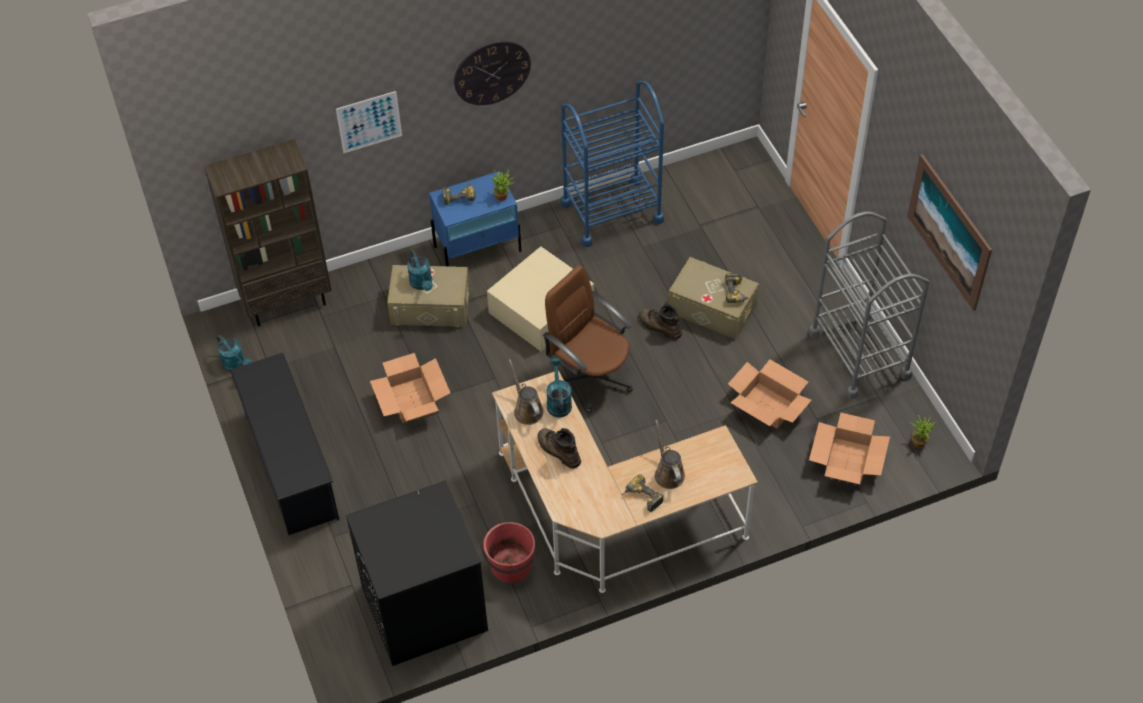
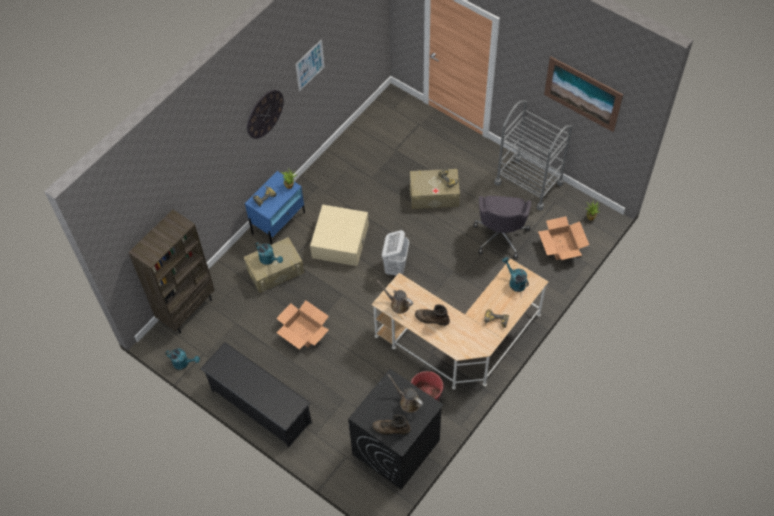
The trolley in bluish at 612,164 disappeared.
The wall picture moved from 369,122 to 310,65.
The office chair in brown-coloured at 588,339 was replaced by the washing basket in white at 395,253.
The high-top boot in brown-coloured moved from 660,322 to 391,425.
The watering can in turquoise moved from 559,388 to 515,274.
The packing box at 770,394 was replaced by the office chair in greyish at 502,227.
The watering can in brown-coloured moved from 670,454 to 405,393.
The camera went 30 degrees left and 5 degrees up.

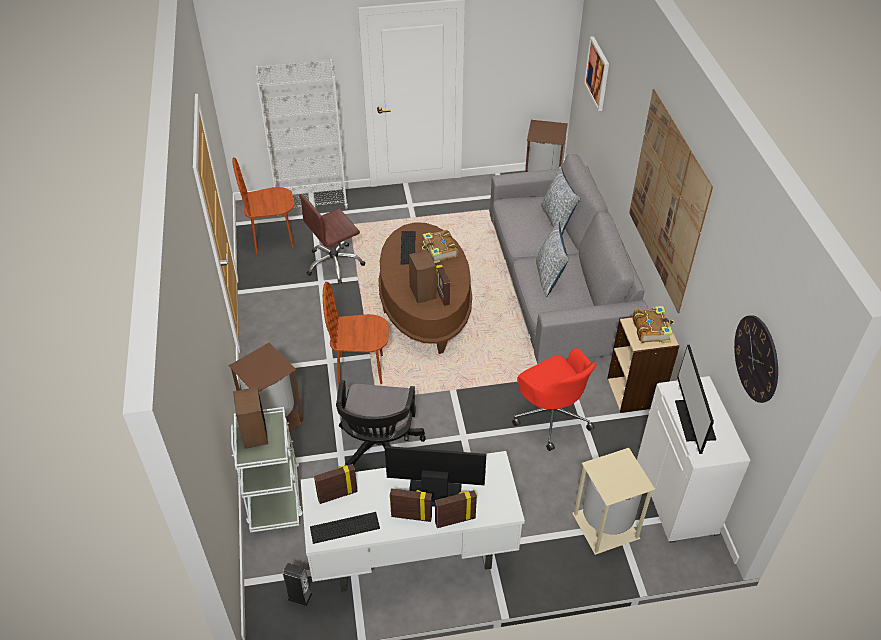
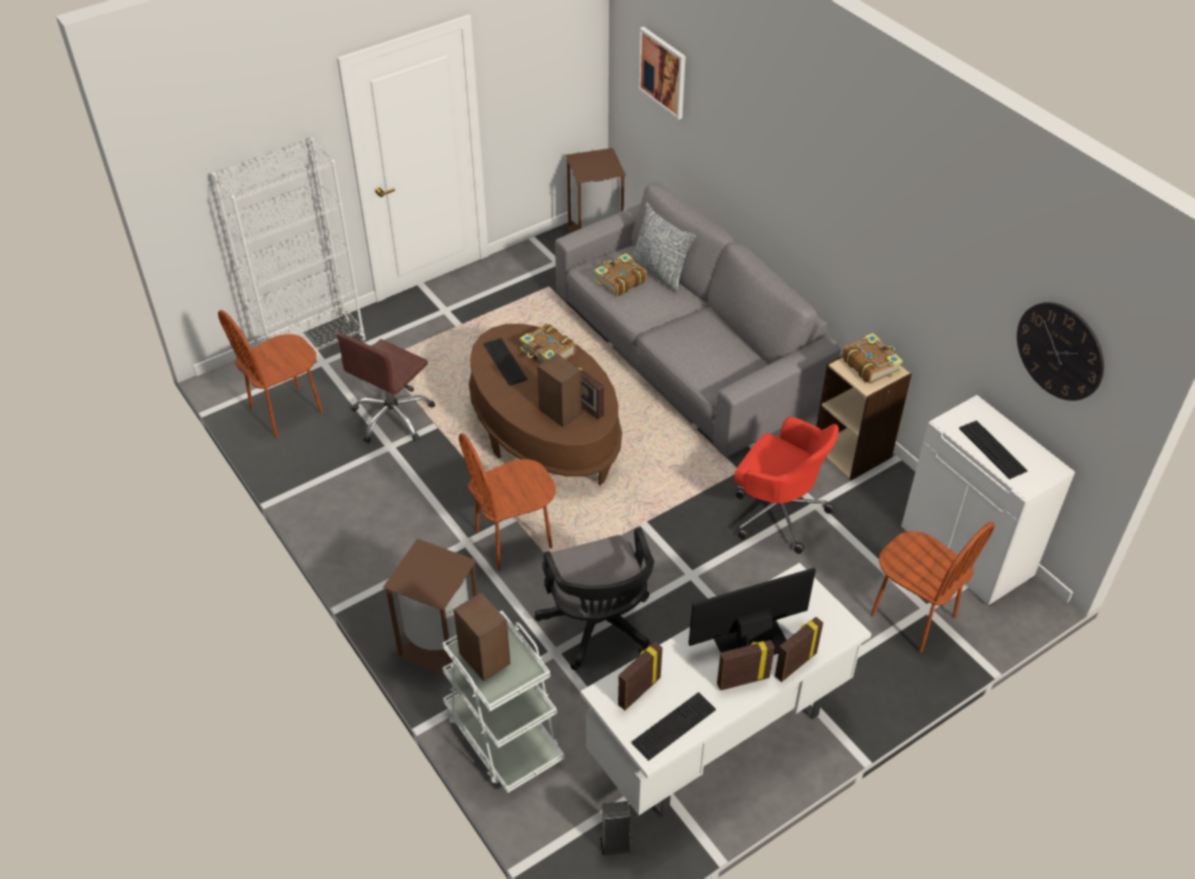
The wall picture at 671,201 disappeared.
The pillow at 552,259 disappeared.
The monitor at 695,399 was replaced by the keyboard at 993,449.
The rubbish bin in sand-coloured at 613,501 was replaced by the upright chair in brown-coloured at 933,587.
The volume at 620,274 appeared.
The camera went 25 degrees left and 0 degrees up.

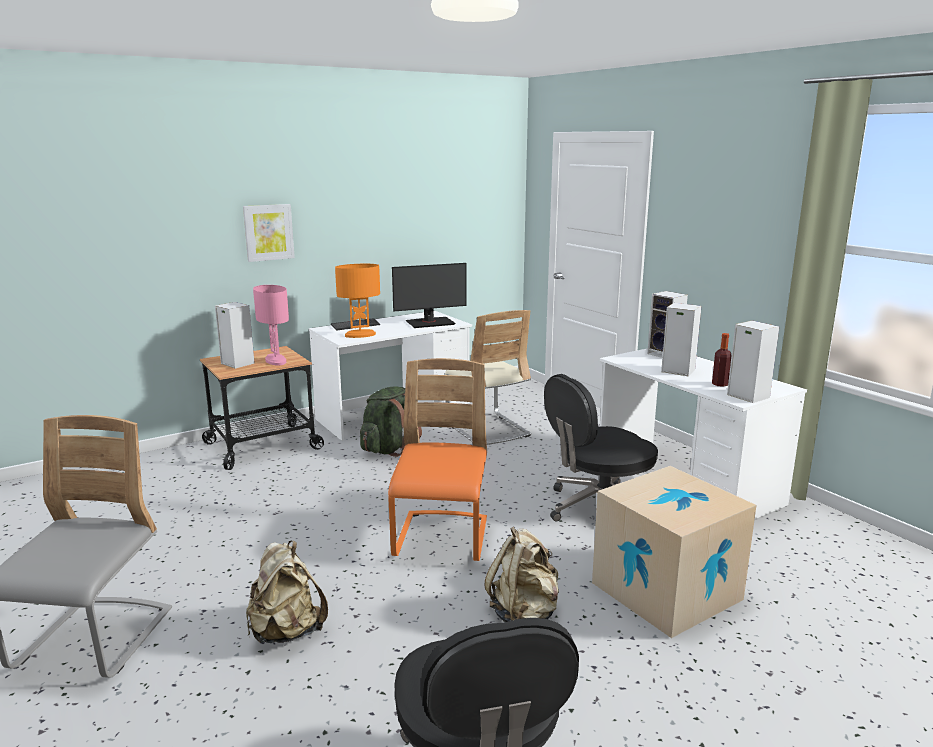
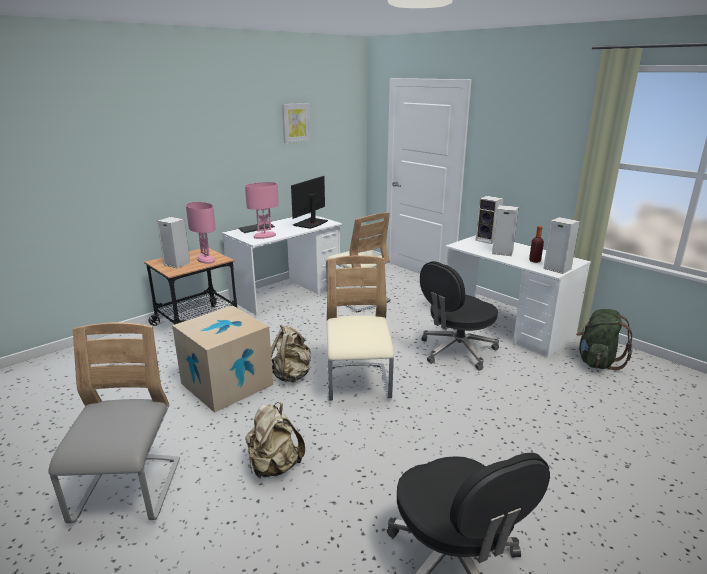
The wall picture moved from 269,233 to 296,123.
The monitor at 429,295 turned 150 degrees clockwise.
The lamp for a table in orange-coloured at 357,301 became the lamp for a table in pinkish at 262,210.
The upright chair in orange-coloured at 437,459 became the upright chair in sand-coloured at 360,328.
The backpack in green moved from 391,421 to 604,339.
The packing box moved from 674,552 to 222,359.
The backpack in sand-coloured moved from 522,574 to 291,353.
The camera went 10 degrees left and 5 degrees up.

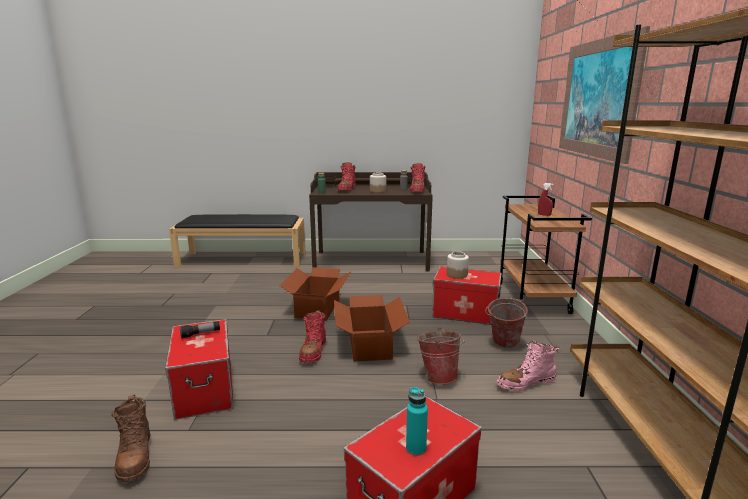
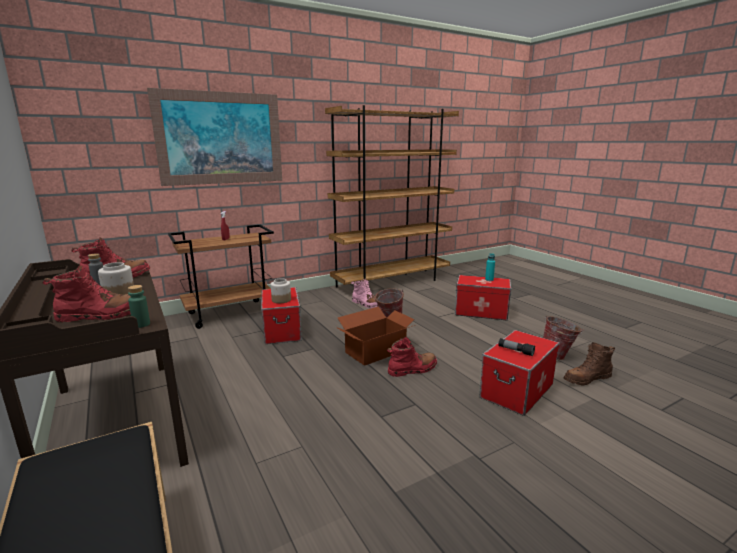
The packing box at 315,294 disappeared.
The water bucket moved from 506,323 to 563,337.
The high-top boot in brown-coloured at 131,438 turned 150 degrees counterclockwise.
The camera went 120 degrees left and 0 degrees up.

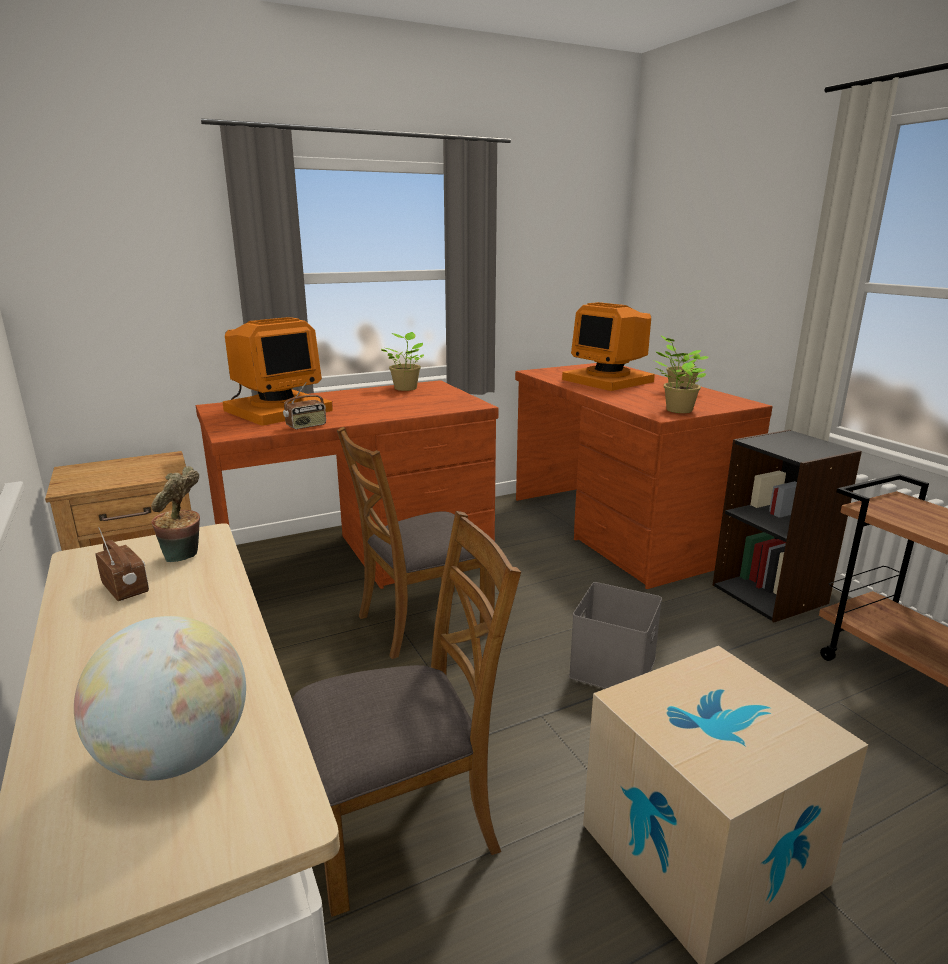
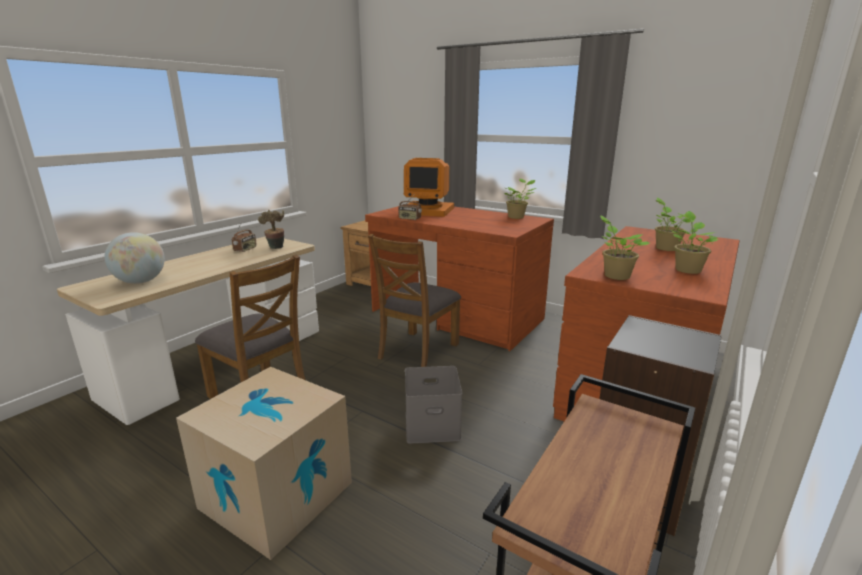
The monitor at 608,346 was replaced by the plant in a pot at 675,224.
The upright chair in brown-coloured at 416,543 turned 90 degrees counterclockwise.
The camera went 60 degrees right and 0 degrees up.

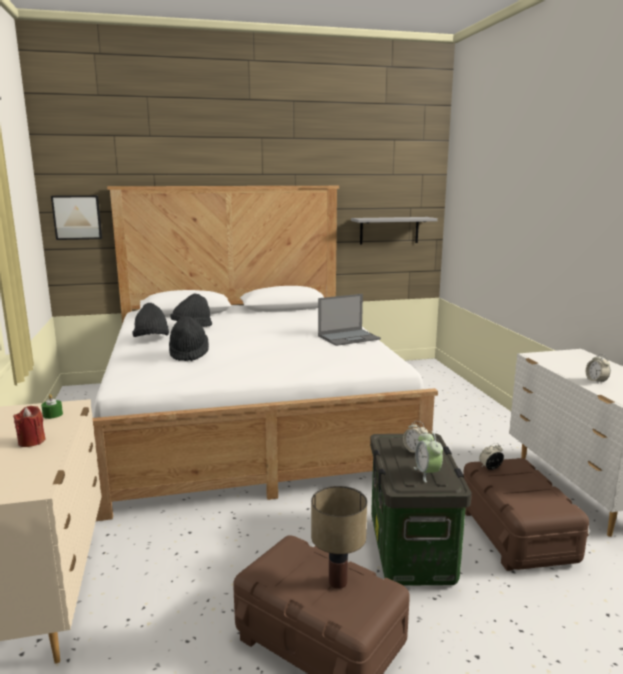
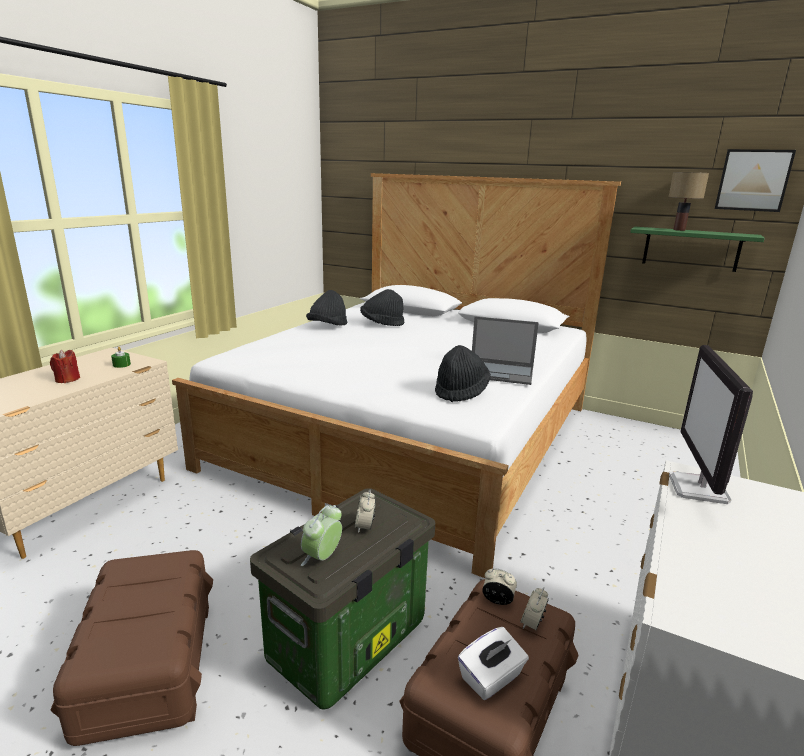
The wall picture moved from 76,217 to 755,180.
The wall shelf in greyish at 394,231 became the wall shelf in green at 697,249.
The wearable hat in blackish moved from 189,338 to 463,373.
The table clock moved from 598,369 to 534,608.
The lamp for a table moved from 339,537 to 689,201.
The monitor at 711,424 appeared.
The tissue box in white at 493,663 appeared.
The camera went 40 degrees right and 5 degrees up.

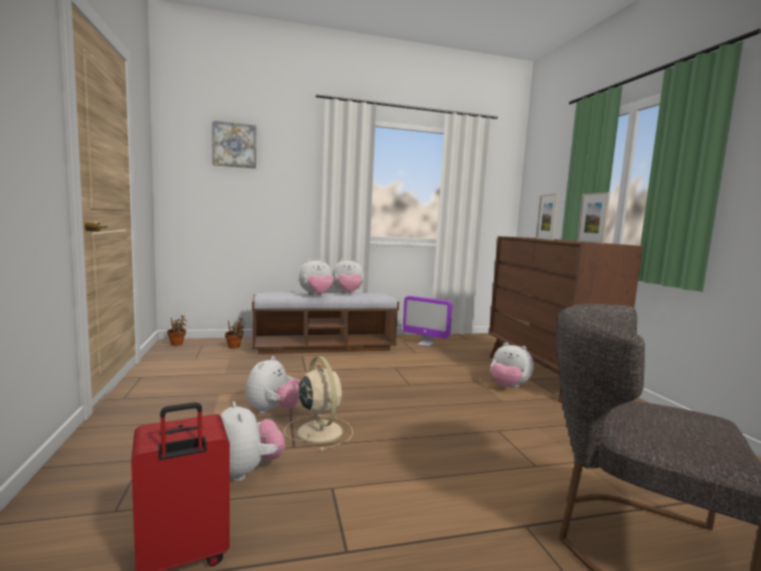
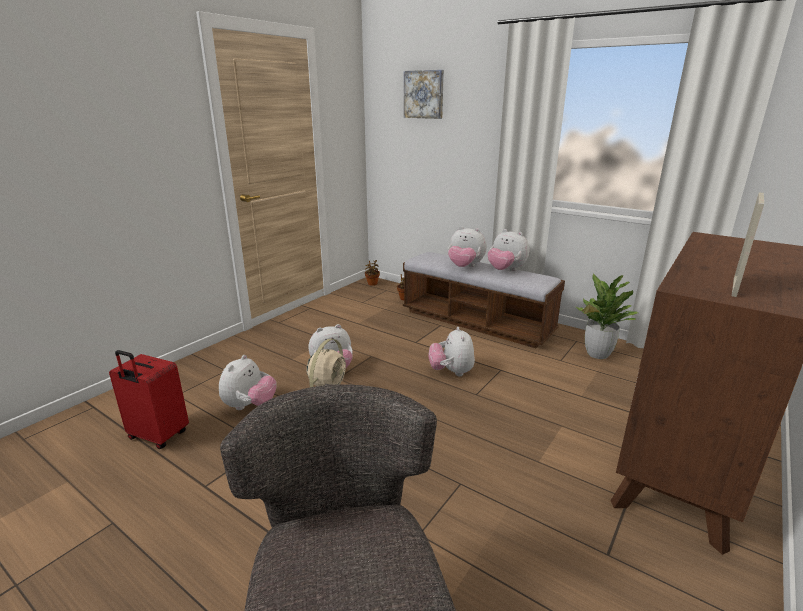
The standing frame at 547,216 disappeared.
The monitor at 427,321 was replaced by the plant in a pot at 607,316.
The cuddly toy moved from 512,364 to 451,351.
The camera went 50 degrees right and 15 degrees up.

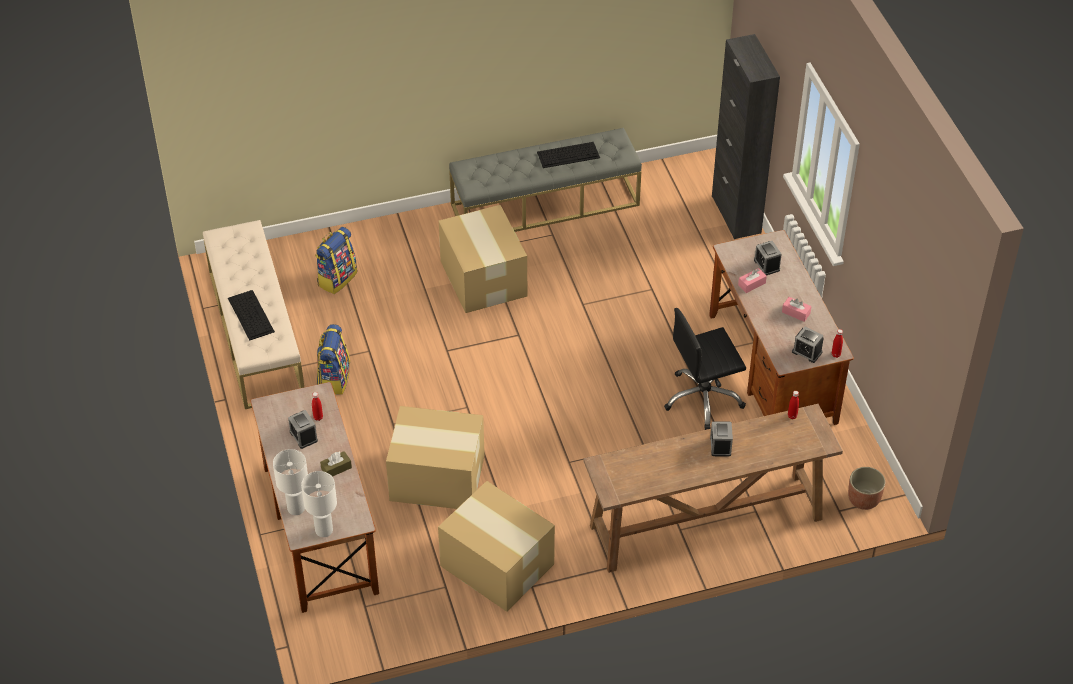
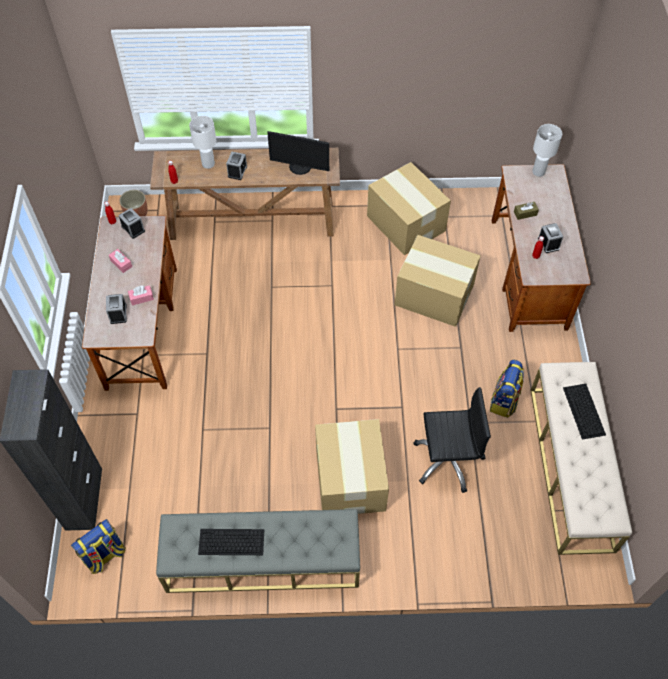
The backpack moved from 336,260 to 98,546.
The office chair in blackish moved from 705,369 to 452,440.
The lamp for a table in white moved from 290,482 to 202,142.
The monitor at 298,153 appeared.
The camera went 165 degrees left and 10 degrees up.

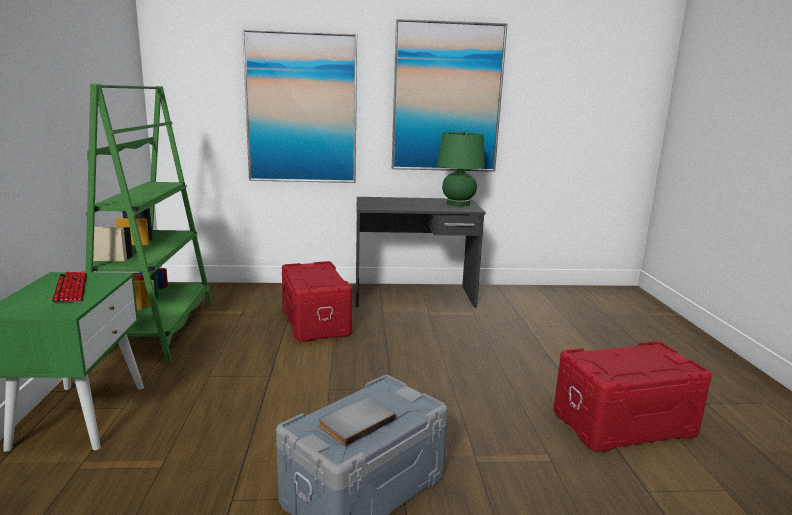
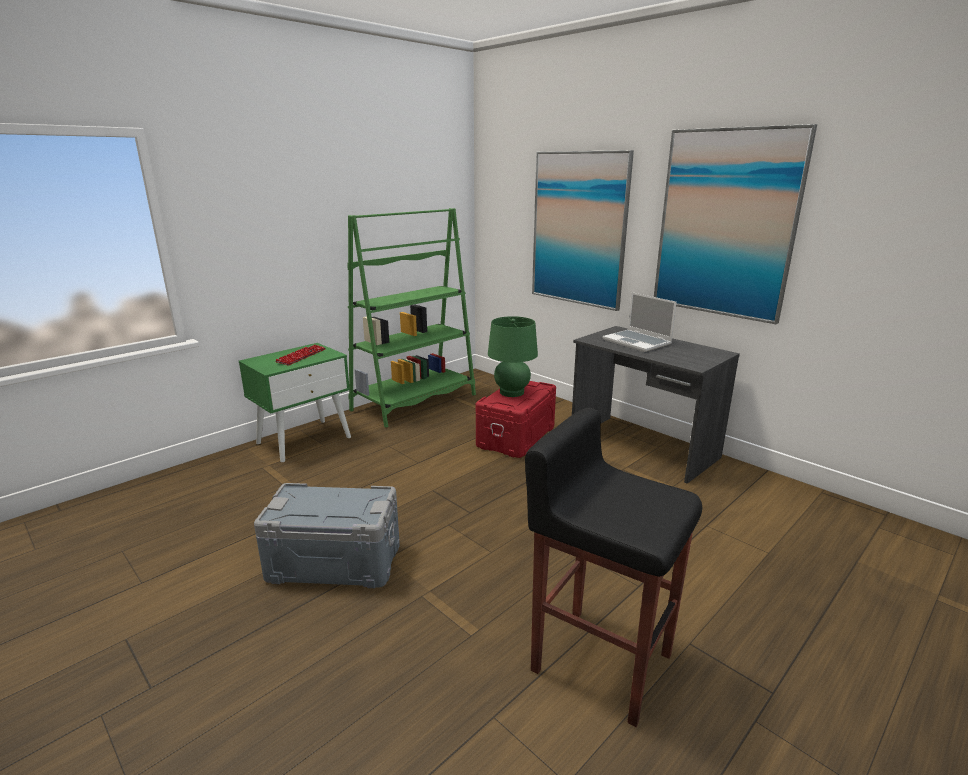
The lamp for a table in green moved from 461,168 to 513,356.
The storage bin in reddish at 632,396 was replaced by the stool seat in blackish at 613,567.
The volume in greyish at 357,421 disappeared.
The notebook computer at 639,322 appeared.
The camera went 50 degrees right and 5 degrees up.

